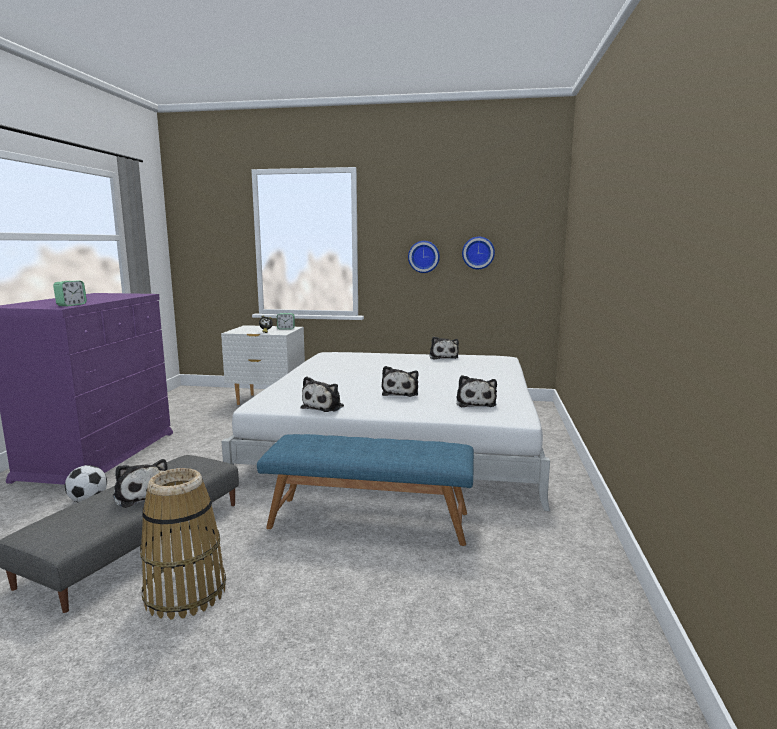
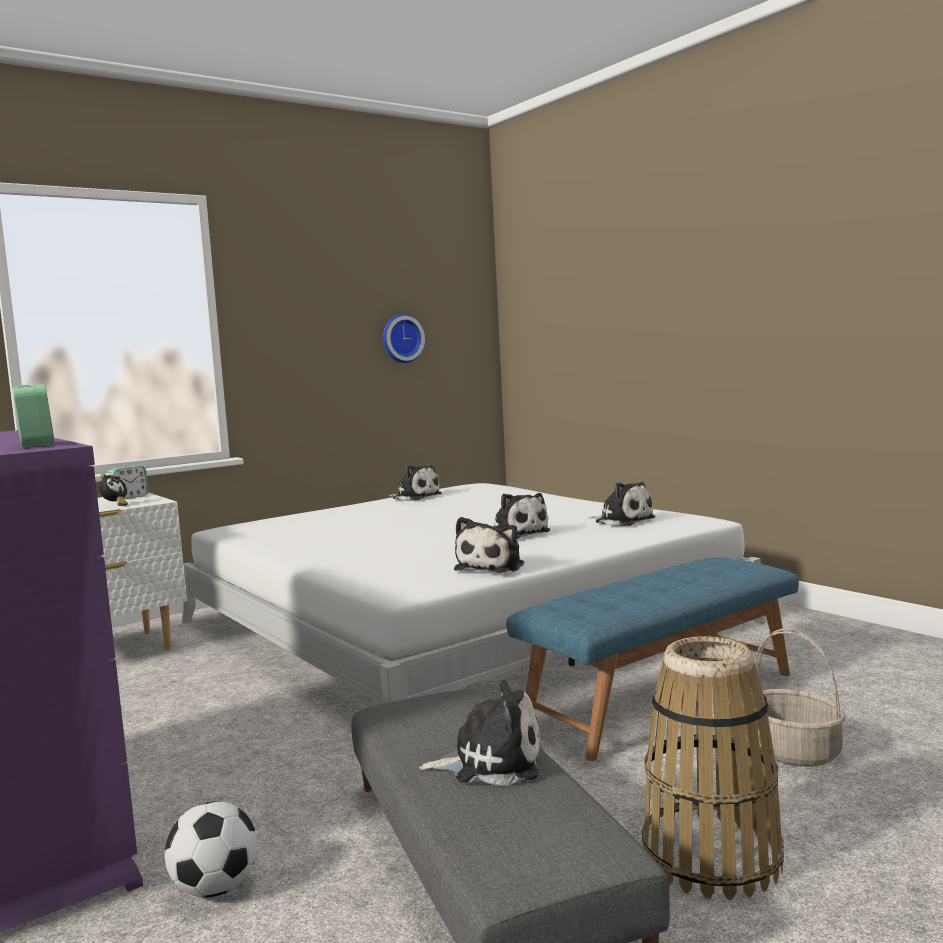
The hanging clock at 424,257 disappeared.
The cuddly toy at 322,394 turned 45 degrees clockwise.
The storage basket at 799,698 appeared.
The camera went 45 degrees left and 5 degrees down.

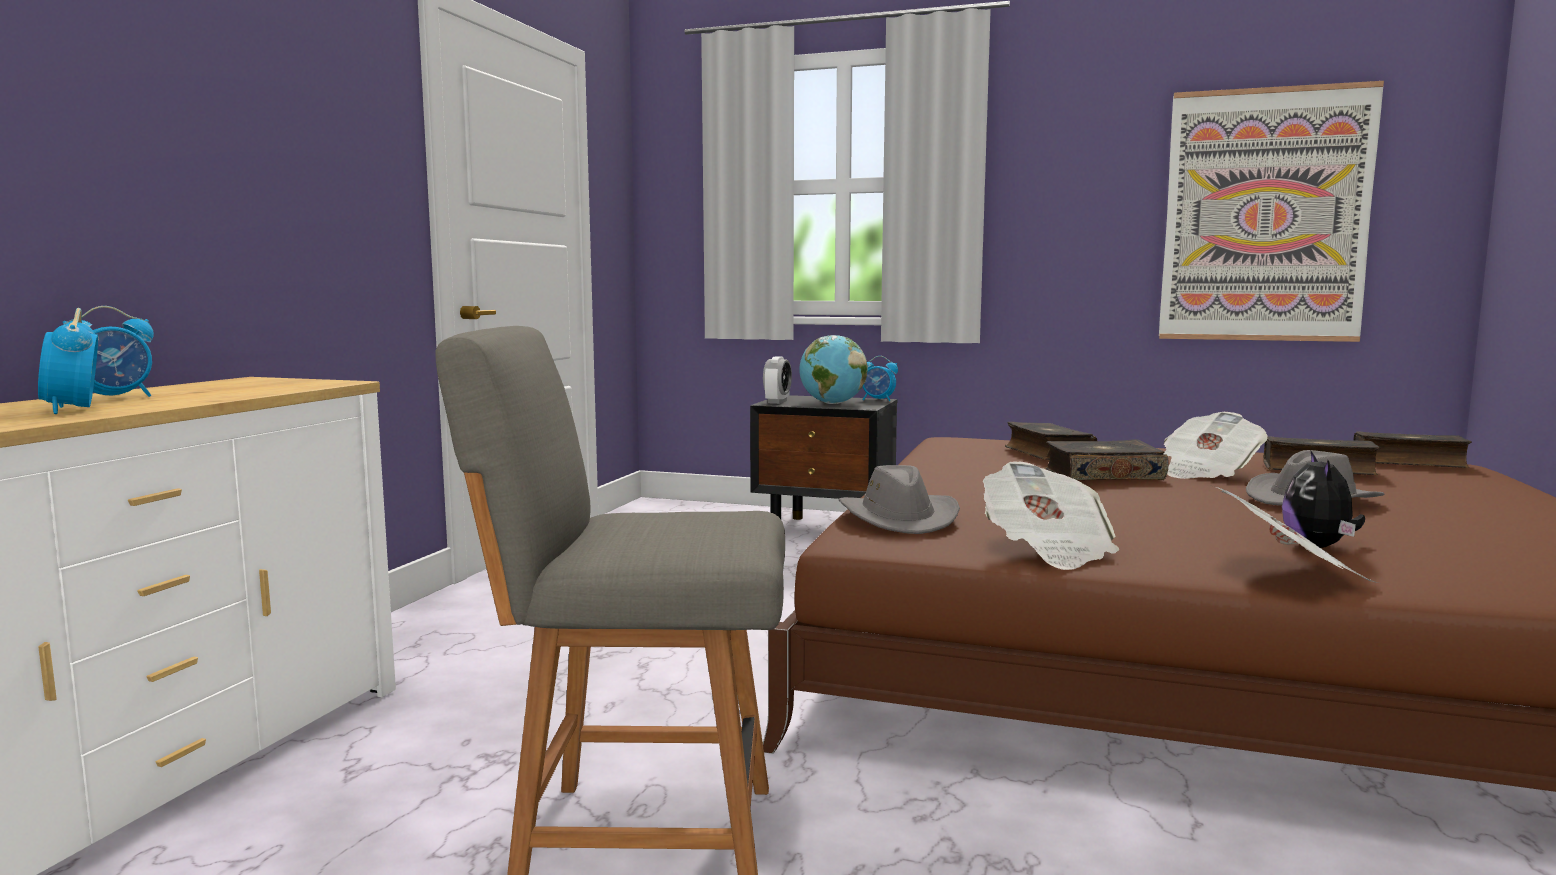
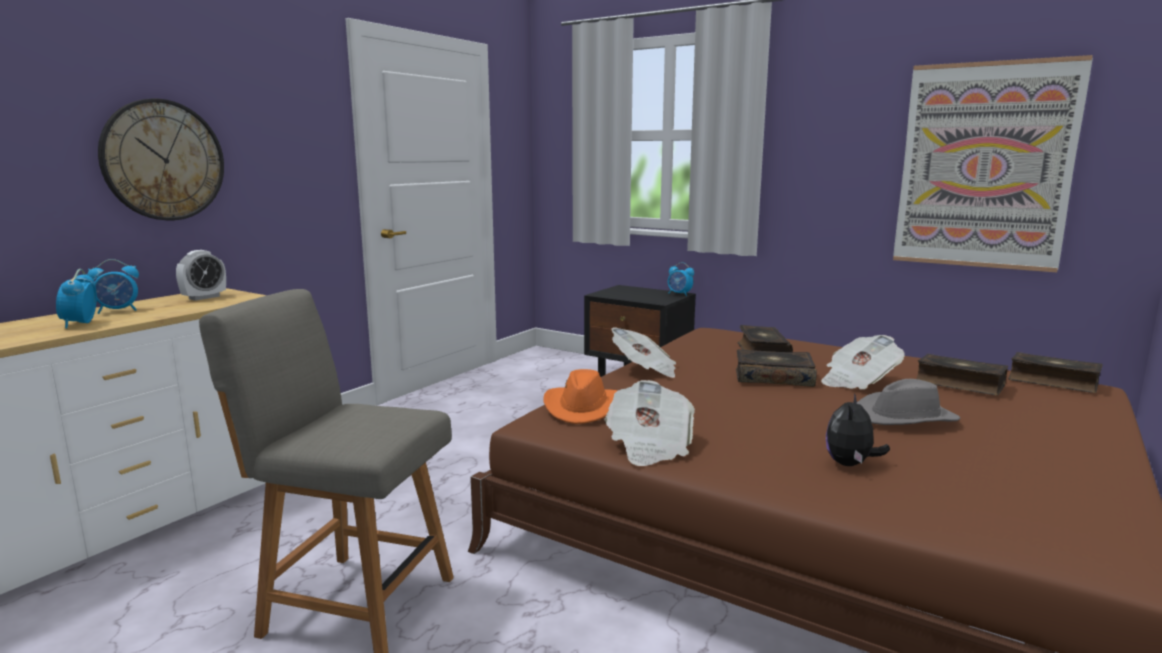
The globe at 833,369 disappeared.
The table clock moved from 777,380 to 201,275.
The wearable hat in greyish at 899,499 became the wearable hat in orange-coloured at 580,396.
The printed paper moved from 1296,534 to 644,352.
The hanging clock at 161,160 appeared.
The camera went 15 degrees right and 5 degrees up.

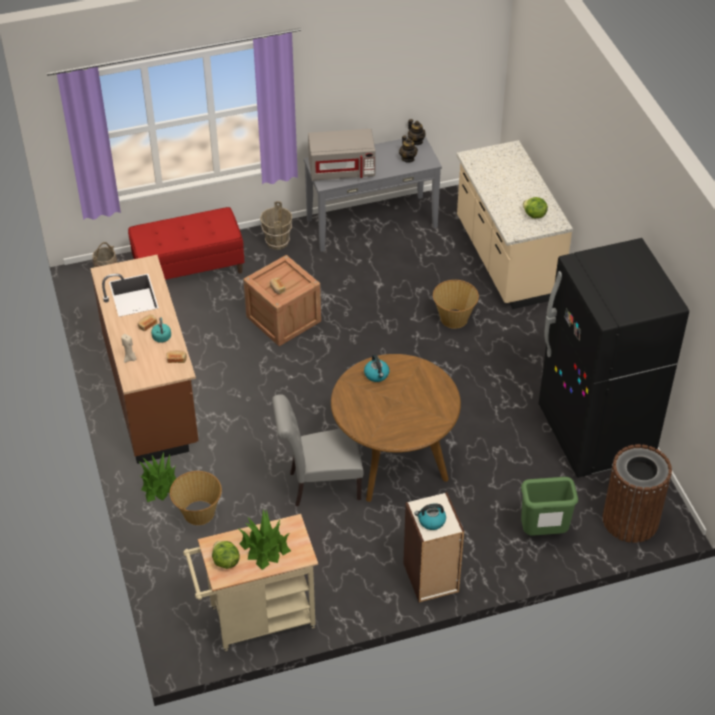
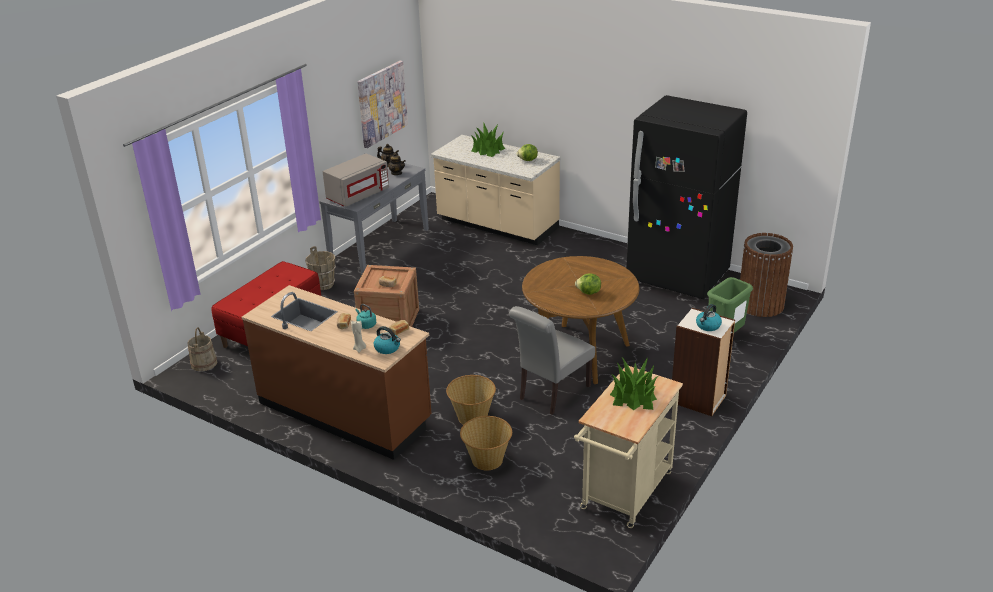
The storage basket moved from 456,304 to 471,400.
The tea kettle moved from 376,368 to 387,340.
The plant in a pot moved from 158,477 to 488,139.
The head of lettuce moved from 226,555 to 588,284.
The wall picture at 382,104 appeared.
The camera went 40 degrees left and 15 degrees down.

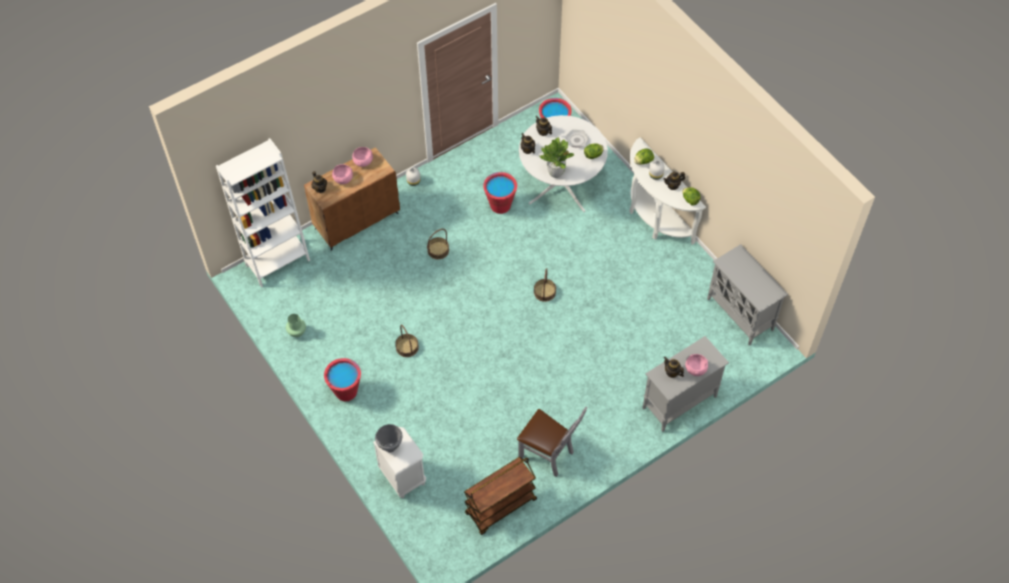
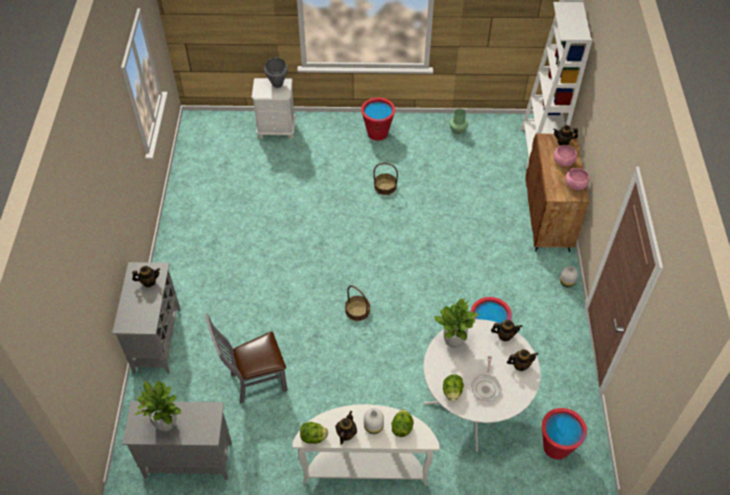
The storage basket at 438,244 disappeared.
The bowl in pinkish at 697,365 disappeared.
The upright chair in greyish moved from 552,441 to 246,358.
The trolley in brown-coloured at 500,496 disappeared.
The plant in a pot at 157,406 appeared.
The camera went 125 degrees right and 5 degrees down.

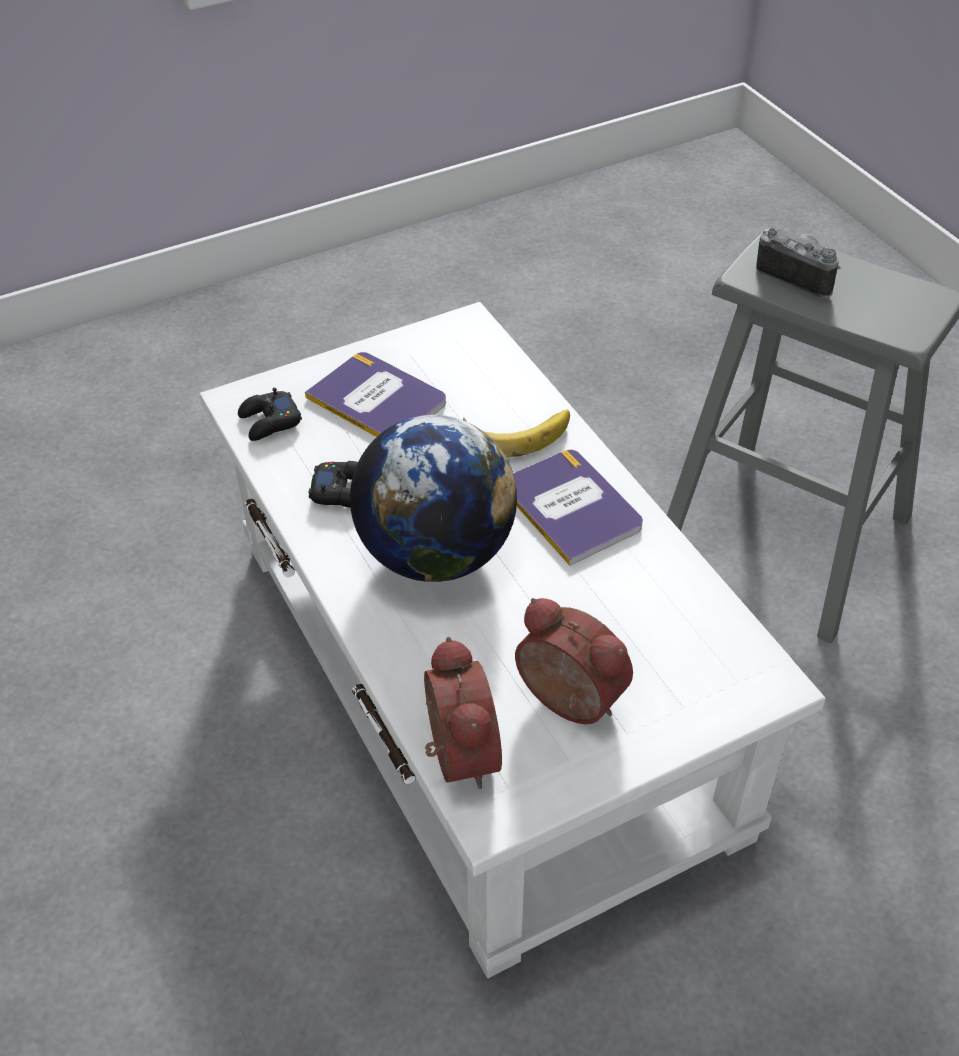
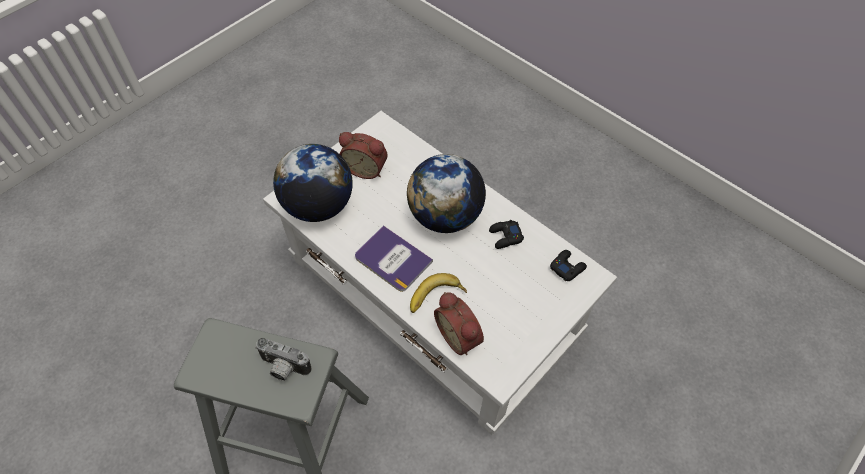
The volume at 375,394 disappeared.
The table clock moved from 463,713 to 459,323.
The globe at 313,183 appeared.
The camera went 160 degrees right and 10 degrees up.

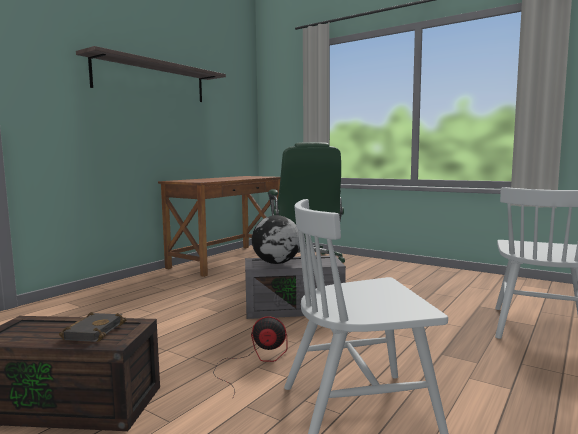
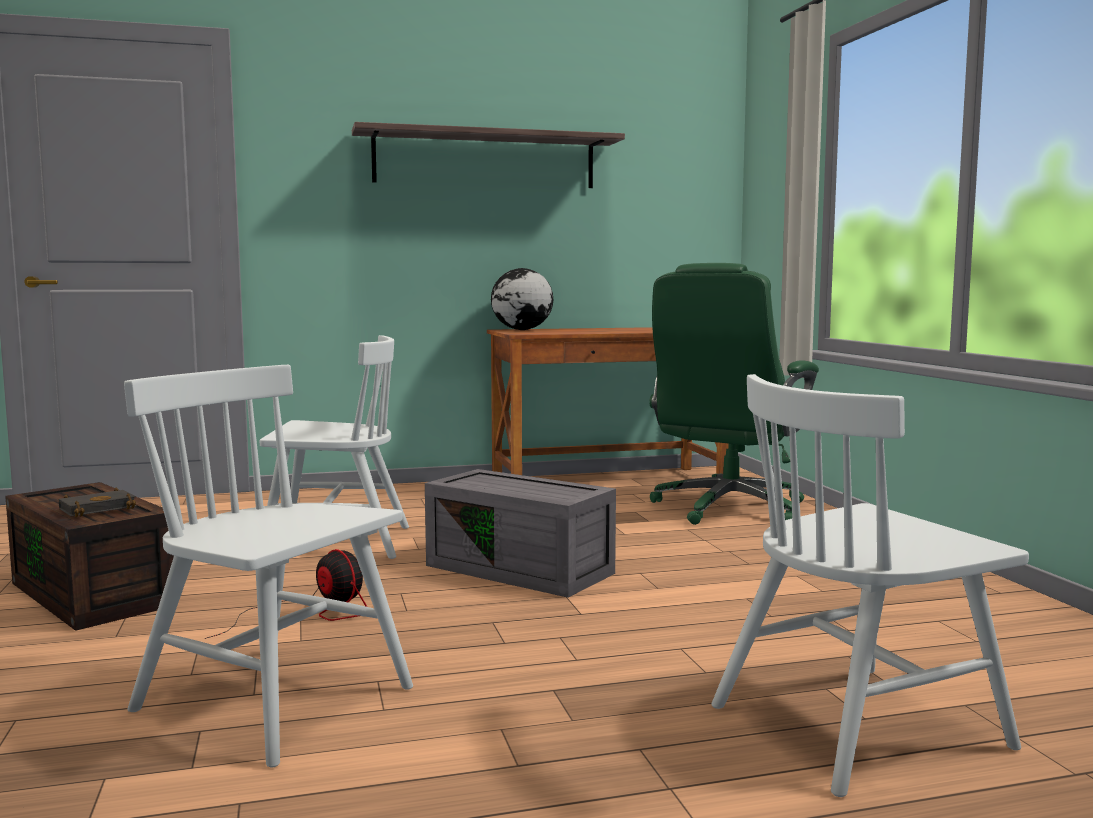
The globe moved from 276,239 to 522,299.
The upright chair in white at 334,447 appeared.
The camera went 40 degrees right and 0 degrees up.

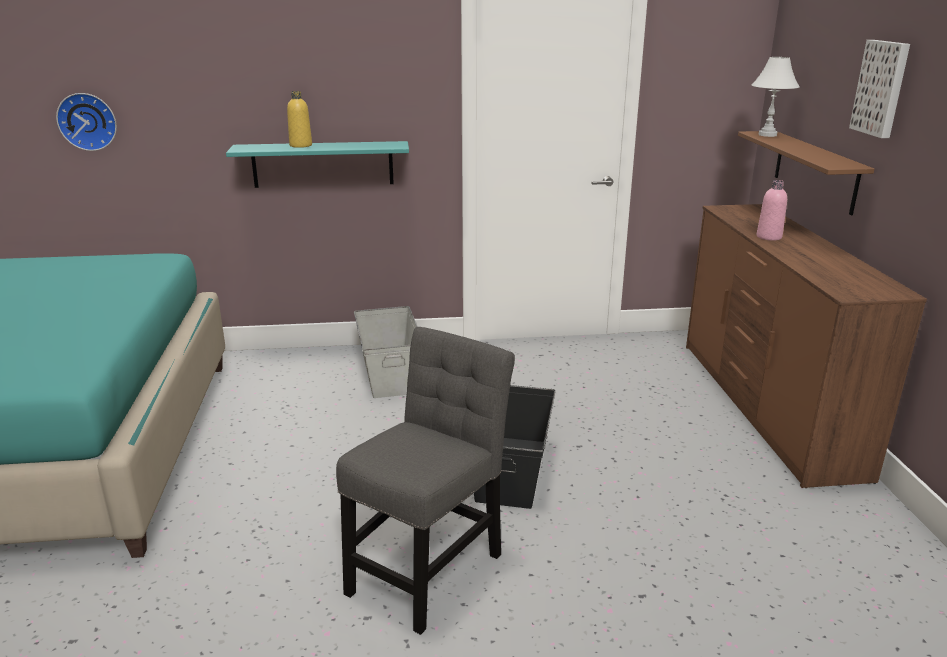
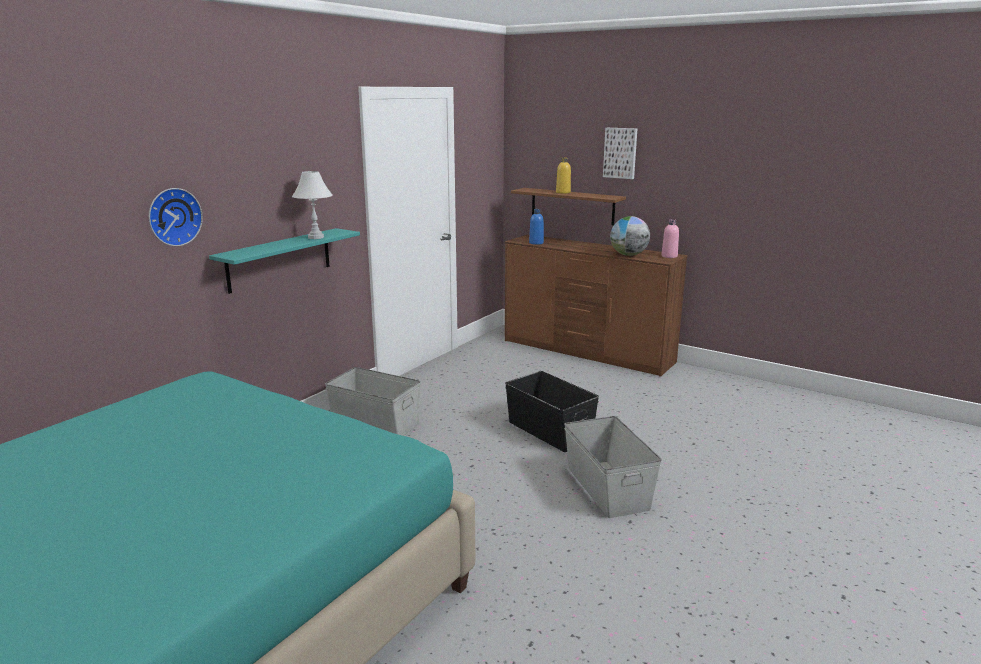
The lamp for a table in white moved from 776,97 to 312,205.
The drink bottle in yellow-coloured moved from 299,119 to 563,175.
The hanging clock moved from 86,122 to 176,217.
The drink bottle in pinkish moved from 772,210 to 670,238.
The upright chair in greyish at 425,481 was replaced by the storage bin in greyish at 613,467.
The drink bottle in bluish at 536,227 appeared.
The globe at 630,236 appeared.
The camera went 50 degrees left and 5 degrees down.

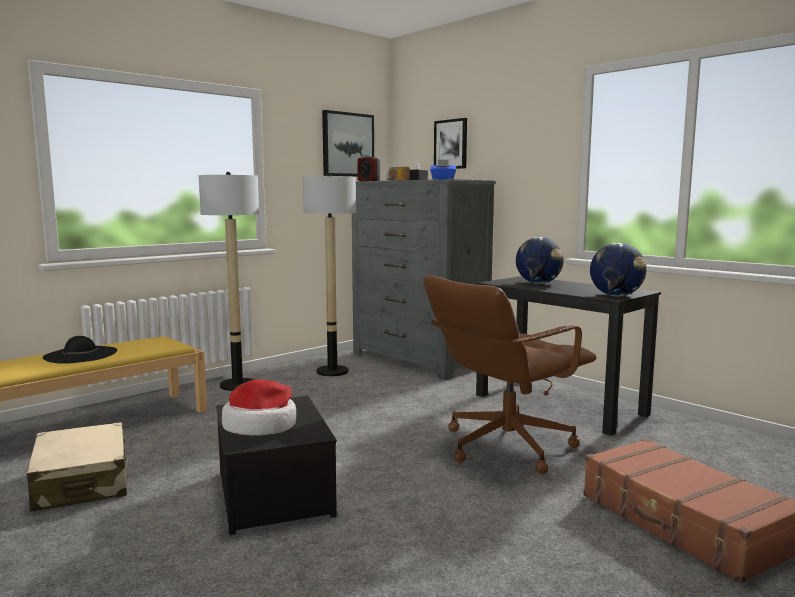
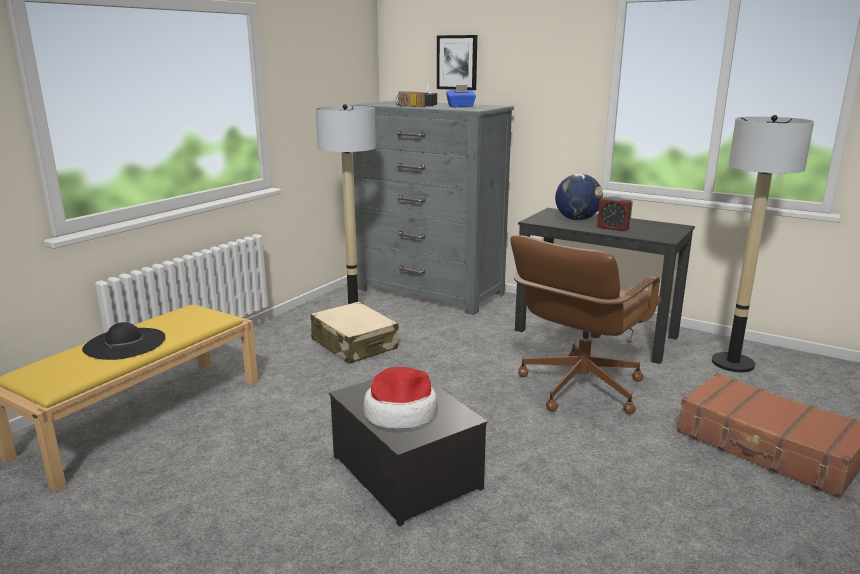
The wall picture at 348,143 disappeared.
The table clock moved from 368,168 to 615,213.
The standard lamp moved from 229,281 to 763,243.
The globe at 618,269 disappeared.
The piece of luggage in sand-coloured moved from 78,467 to 354,332.
The camera went 15 degrees left and 10 degrees up.

